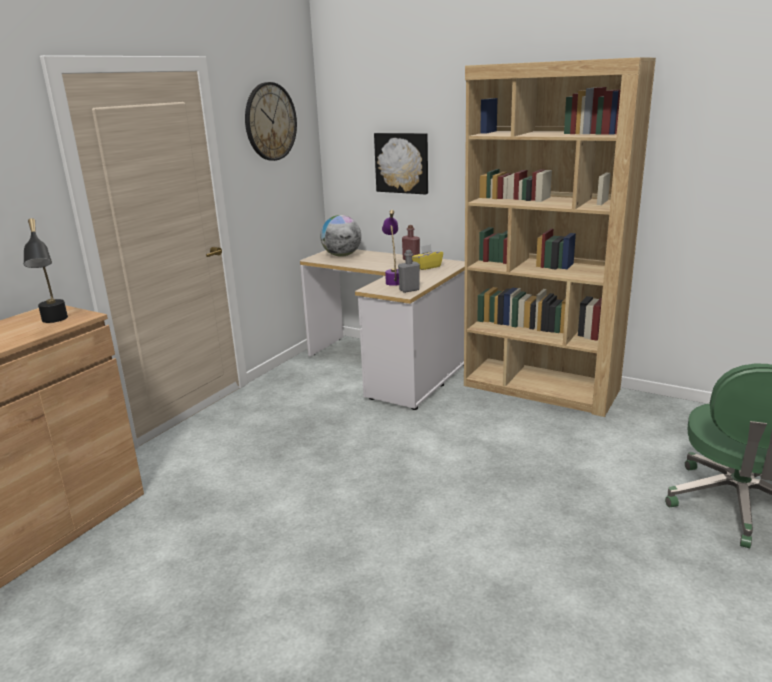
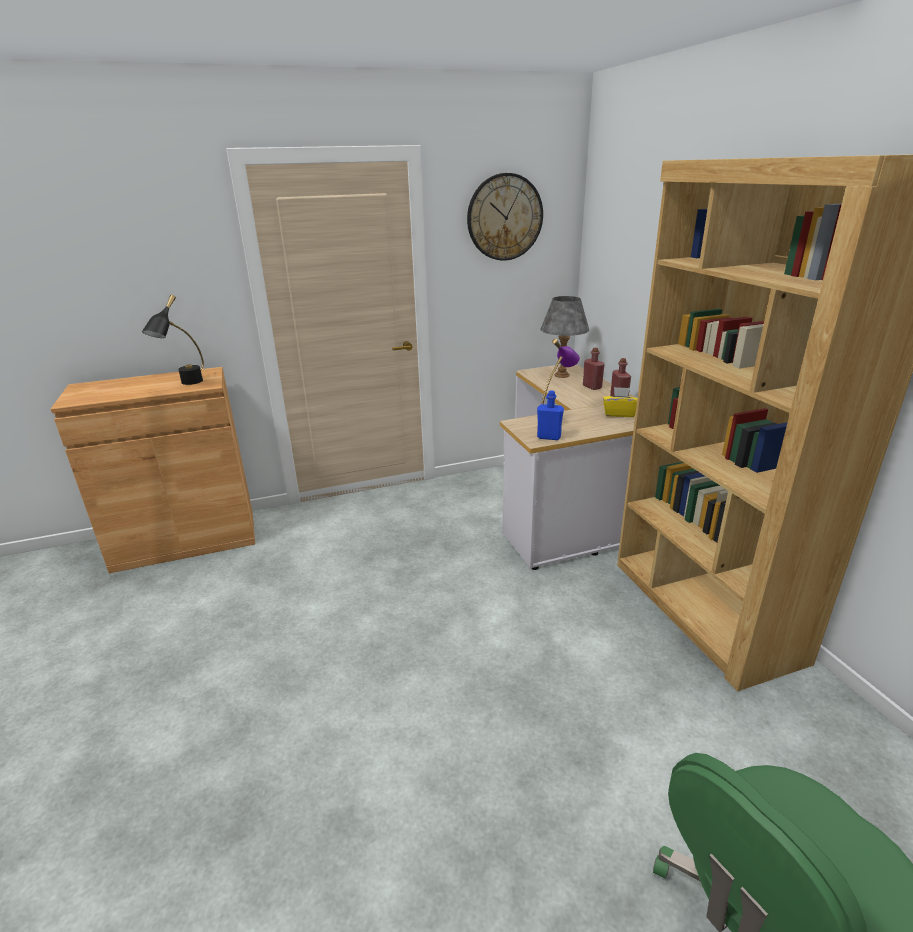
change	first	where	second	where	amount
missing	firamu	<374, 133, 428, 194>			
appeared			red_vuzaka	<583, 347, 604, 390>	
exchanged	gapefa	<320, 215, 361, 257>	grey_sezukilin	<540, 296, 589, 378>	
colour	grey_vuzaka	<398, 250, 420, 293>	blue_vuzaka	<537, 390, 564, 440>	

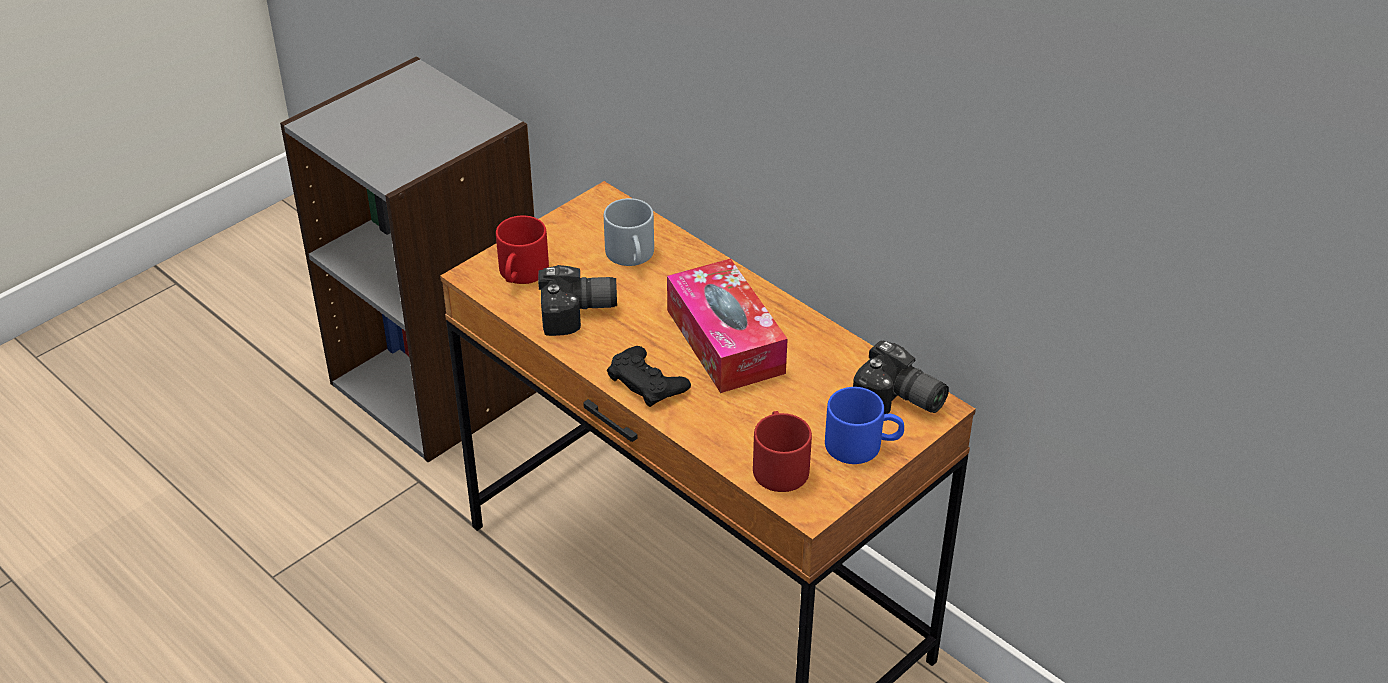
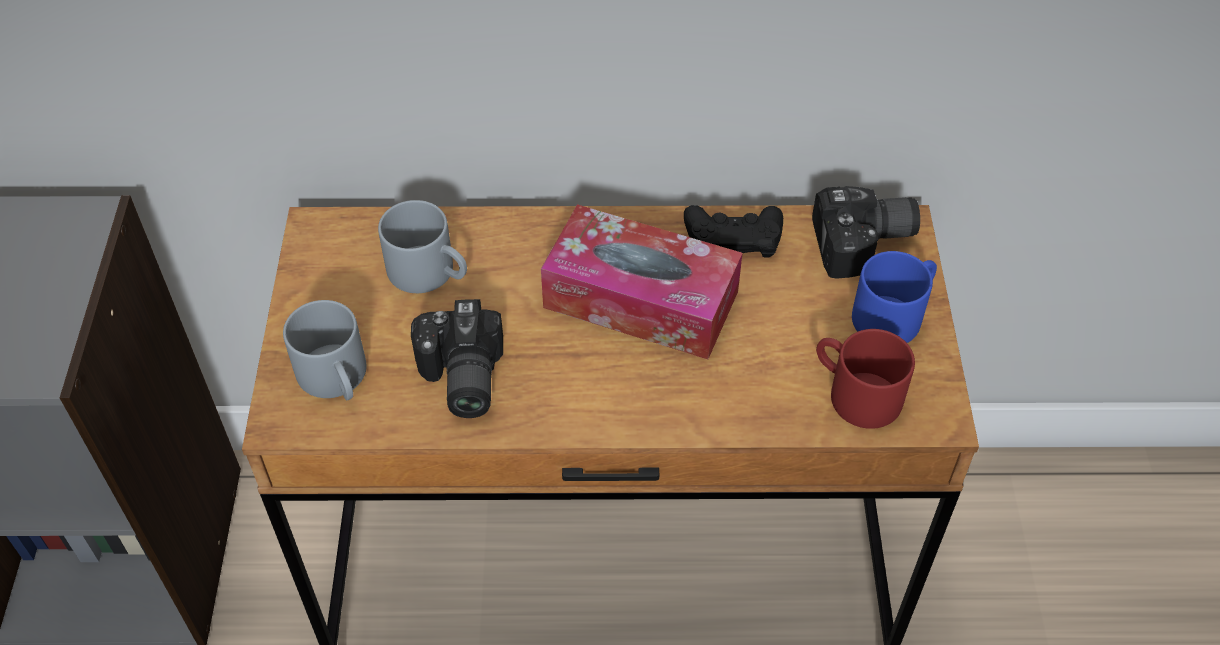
change	first	where	second	where	amount
relocated	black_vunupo	<607, 346, 691, 407>		<684, 205, 783, 258>	
colour	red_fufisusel	<496, 216, 549, 284>	grey_fufisusel	<283, 300, 367, 400>	
spun	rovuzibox	<538, 265, 617, 336>		<411, 299, 503, 418>	135 degrees clockwise

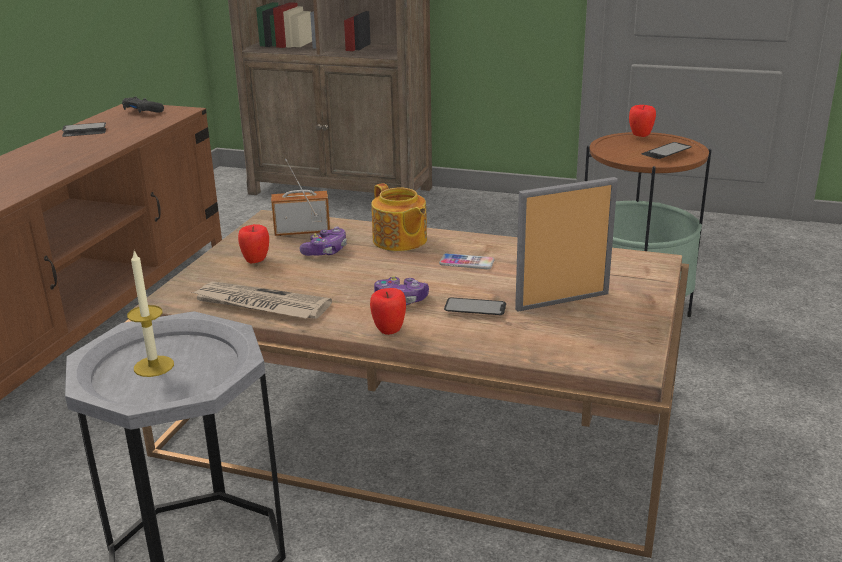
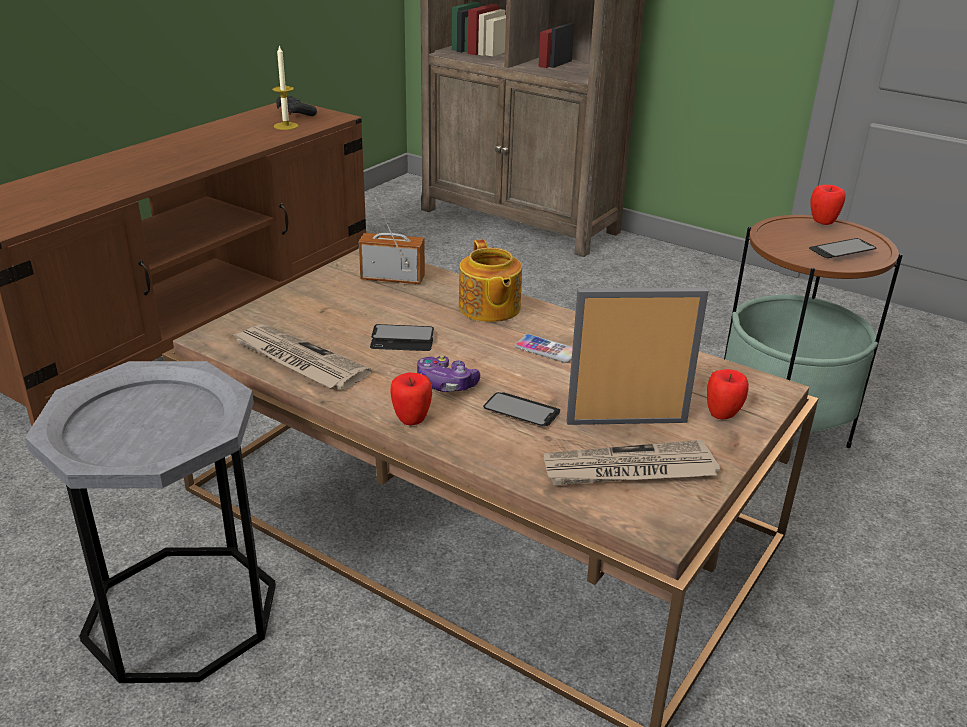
change	first	where	second	where	amount
missing	vunupo	<300, 226, 347, 256>			
appeared			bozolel	<543, 440, 720, 485>	
relocated	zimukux	<62, 122, 106, 137>		<370, 324, 434, 351>	
relocated	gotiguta	<127, 251, 174, 377>		<272, 45, 299, 130>	
relocated	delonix	<238, 224, 269, 263>		<707, 369, 749, 420>	

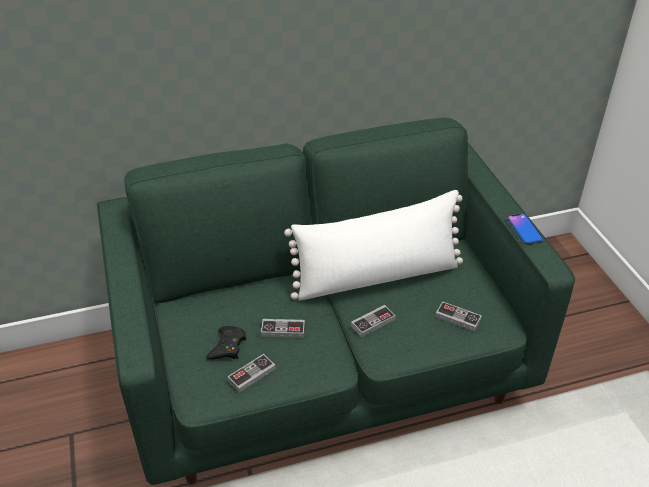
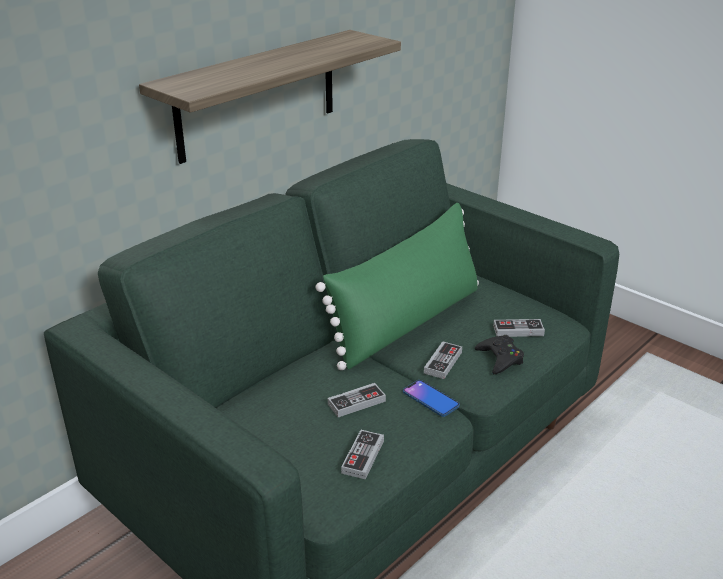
change	first	where	second	where	amount
appeared			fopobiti	<139, 30, 401, 164>	
relocated	black_vunupo	<206, 326, 246, 360>		<475, 335, 524, 374>	
relocated	zimukux	<507, 213, 544, 245>		<403, 380, 460, 417>	
colour	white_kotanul	<284, 190, 463, 301>	green_kotanul	<316, 203, 479, 370>	

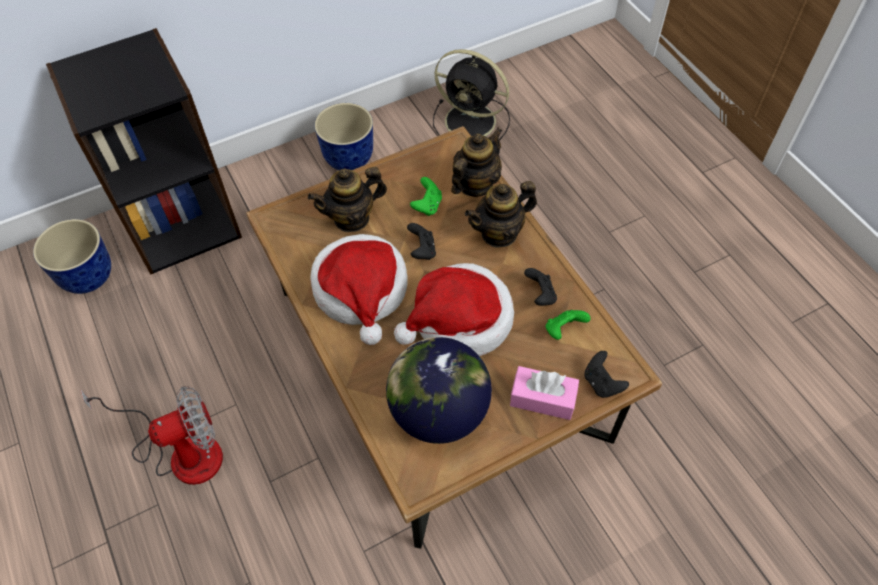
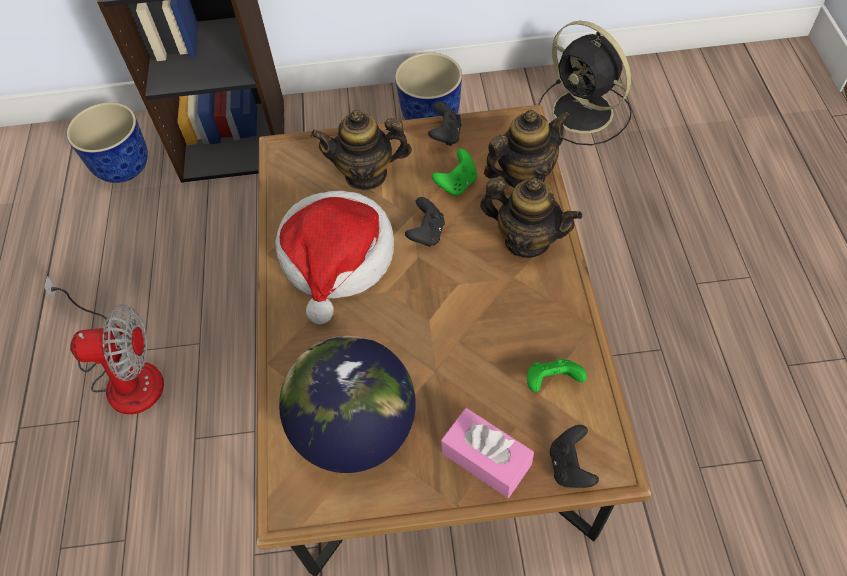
change	first	where	second	where	amount
missing	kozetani	<394, 263, 514, 356>			
relocated	black_vunupo	<524, 268, 557, 306>		<428, 102, 461, 146>	
spun	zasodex	<465, 181, 537, 248>		<480, 178, 582, 258>	150 degrees counterclockwise

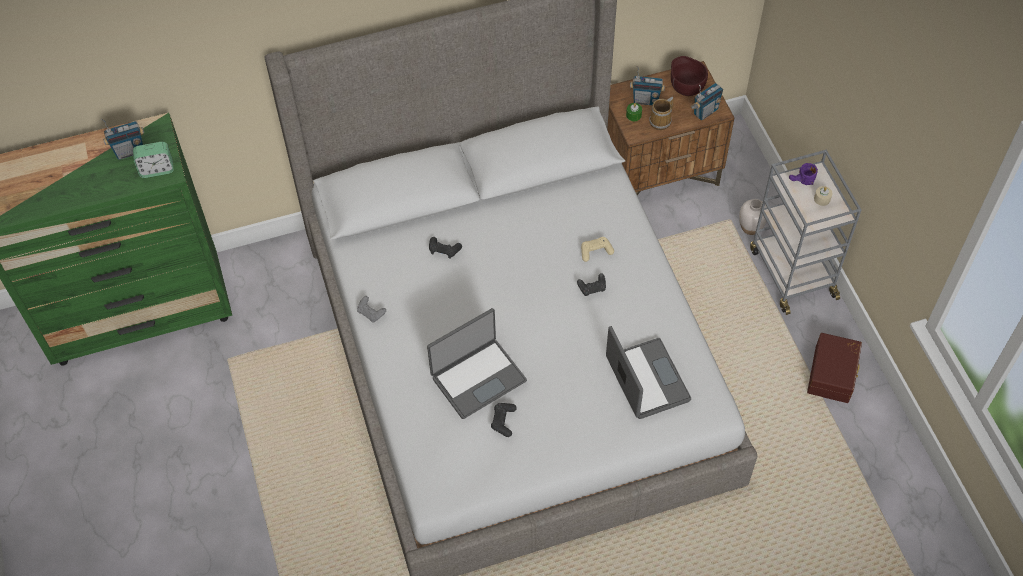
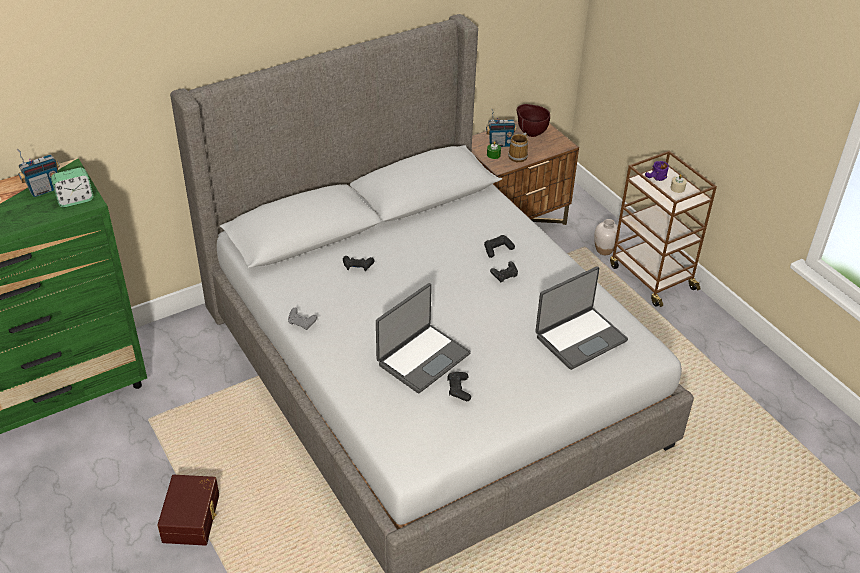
change	first	where	second	where	amount
missing	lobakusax	<690, 83, 723, 120>			
relocated	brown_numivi	<807, 333, 862, 403>		<157, 475, 219, 546>	
colour	beige_vunupo	<581, 237, 614, 262>	black_vunupo	<484, 235, 515, 258>	
colour	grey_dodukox	<750, 150, 861, 315>	brown_dodukox	<610, 151, 717, 307>	
spun	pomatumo	<606, 326, 691, 419>		<535, 266, 628, 370>	90 degrees clockwise

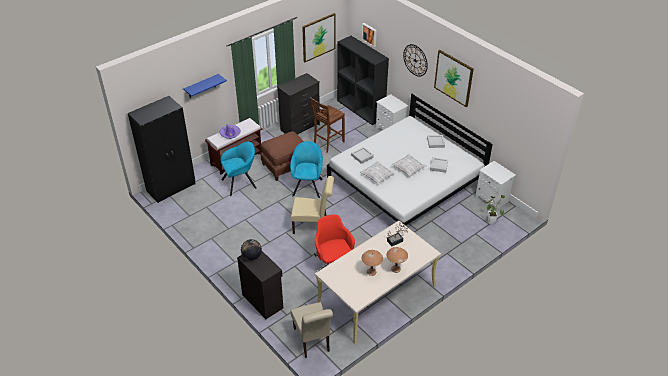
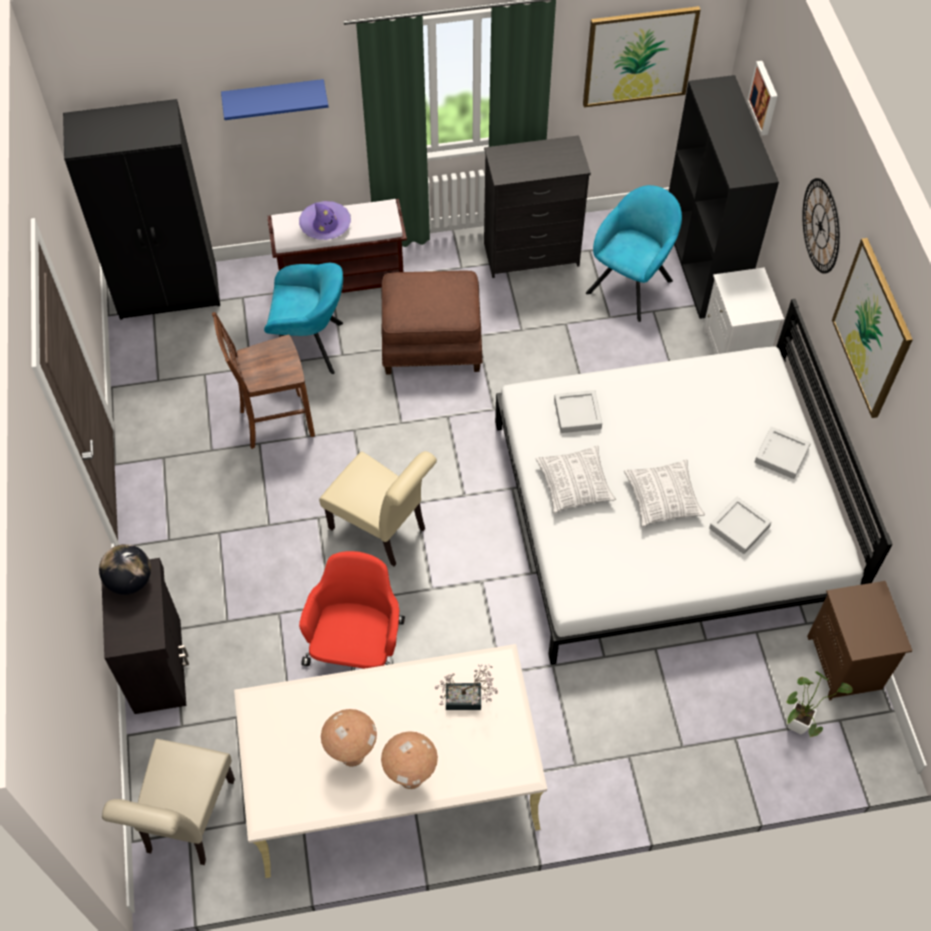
change	first	where	second	where	amount
relocated	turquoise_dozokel	<290, 141, 323, 198>		<586, 185, 682, 322>	
relocated	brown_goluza	<310, 97, 345, 153>		<212, 312, 315, 449>	
colour	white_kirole	<475, 161, 516, 211>	brown_kirole	<807, 581, 913, 701>	

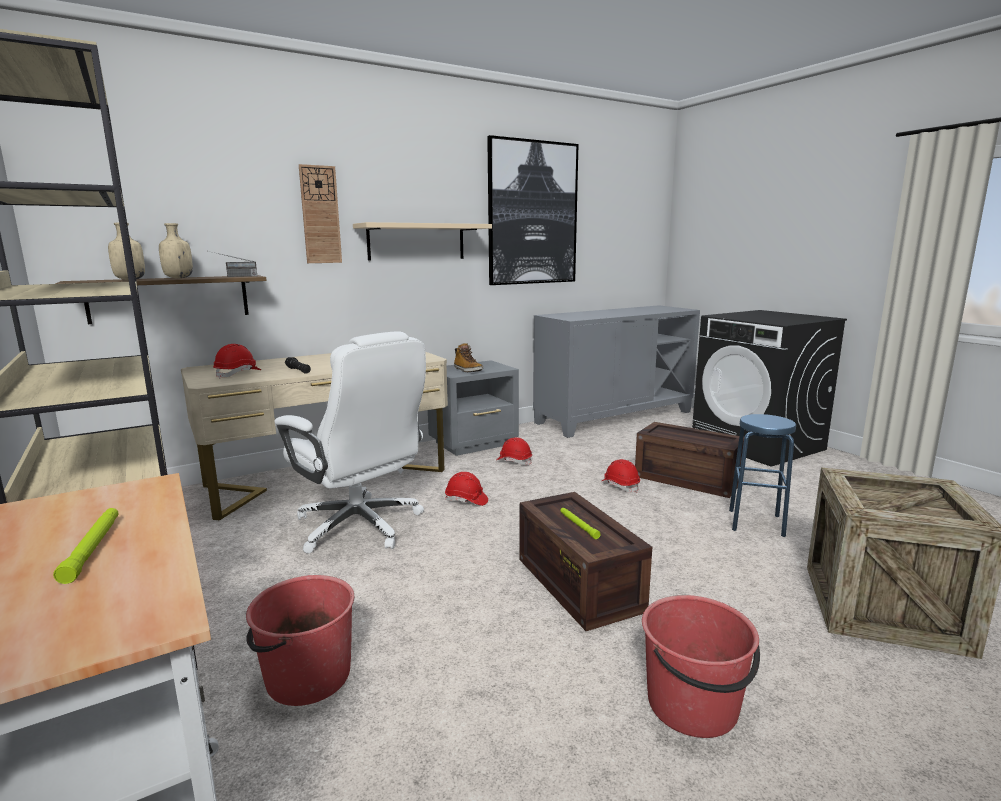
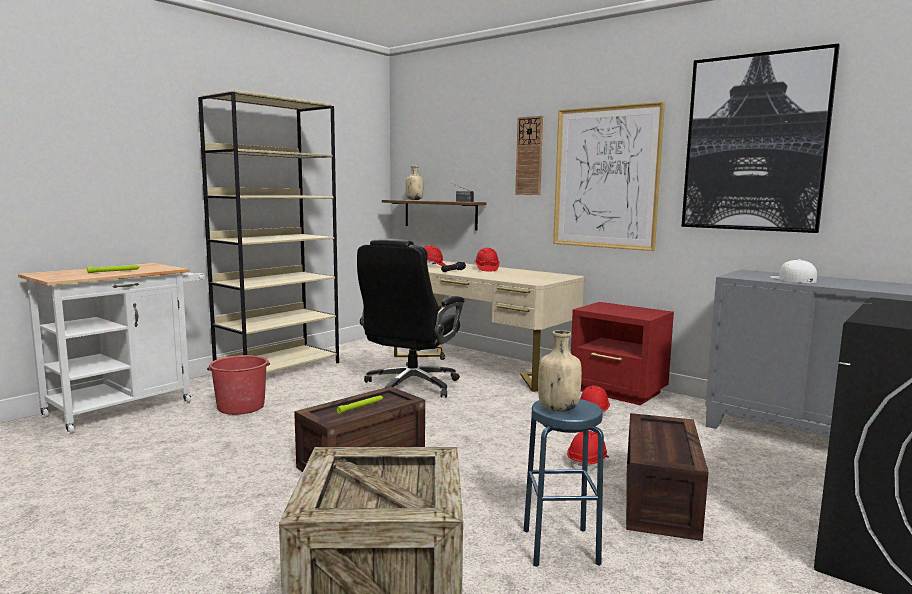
change	first	where	second	where	amount
missing	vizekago	<454, 343, 483, 372>			
missing	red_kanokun	<642, 595, 760, 738>			
appeared			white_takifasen	<770, 259, 817, 283>	
relocated	beige_vuzaka	<159, 223, 193, 278>		<538, 330, 582, 412>	
relocated	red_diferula	<445, 472, 488, 506>		<475, 248, 499, 271>	
exchanged	beige_fopobiti	<353, 222, 492, 261>	firamu	<553, 102, 665, 251>	
colour	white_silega	<274, 331, 426, 554>	black_silega	<357, 238, 465, 398>	
colour	grey_kirole	<428, 360, 519, 456>	red_kirole	<571, 302, 674, 405>	

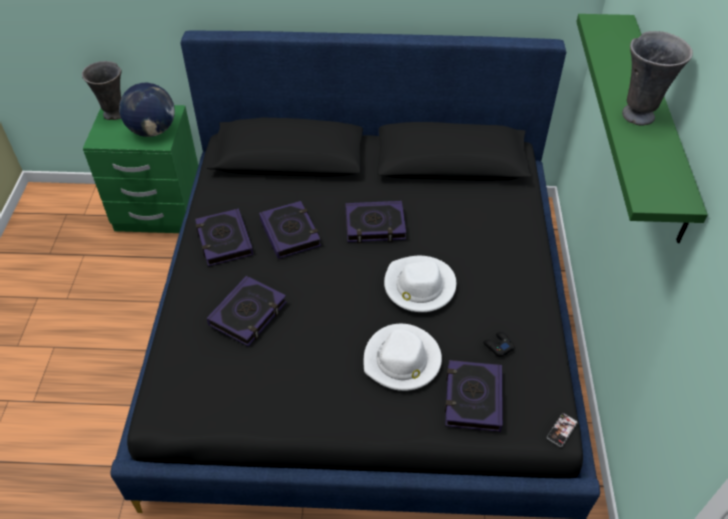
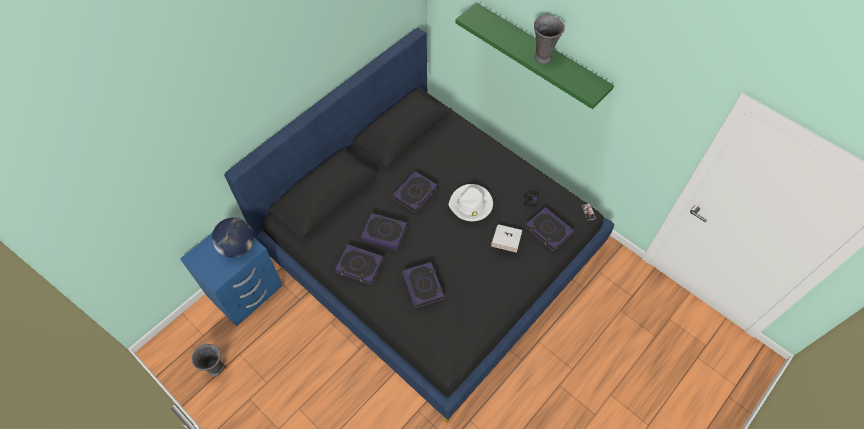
change	first	where	second	where	amount
relocated	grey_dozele	<82, 61, 121, 120>		<192, 344, 225, 376>	
exchanged	white_kozetani	<364, 324, 442, 391>	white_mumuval	<491, 224, 522, 253>	
colour	green_kirole	<83, 105, 198, 233>	blue_kirole	<180, 233, 282, 326>	

